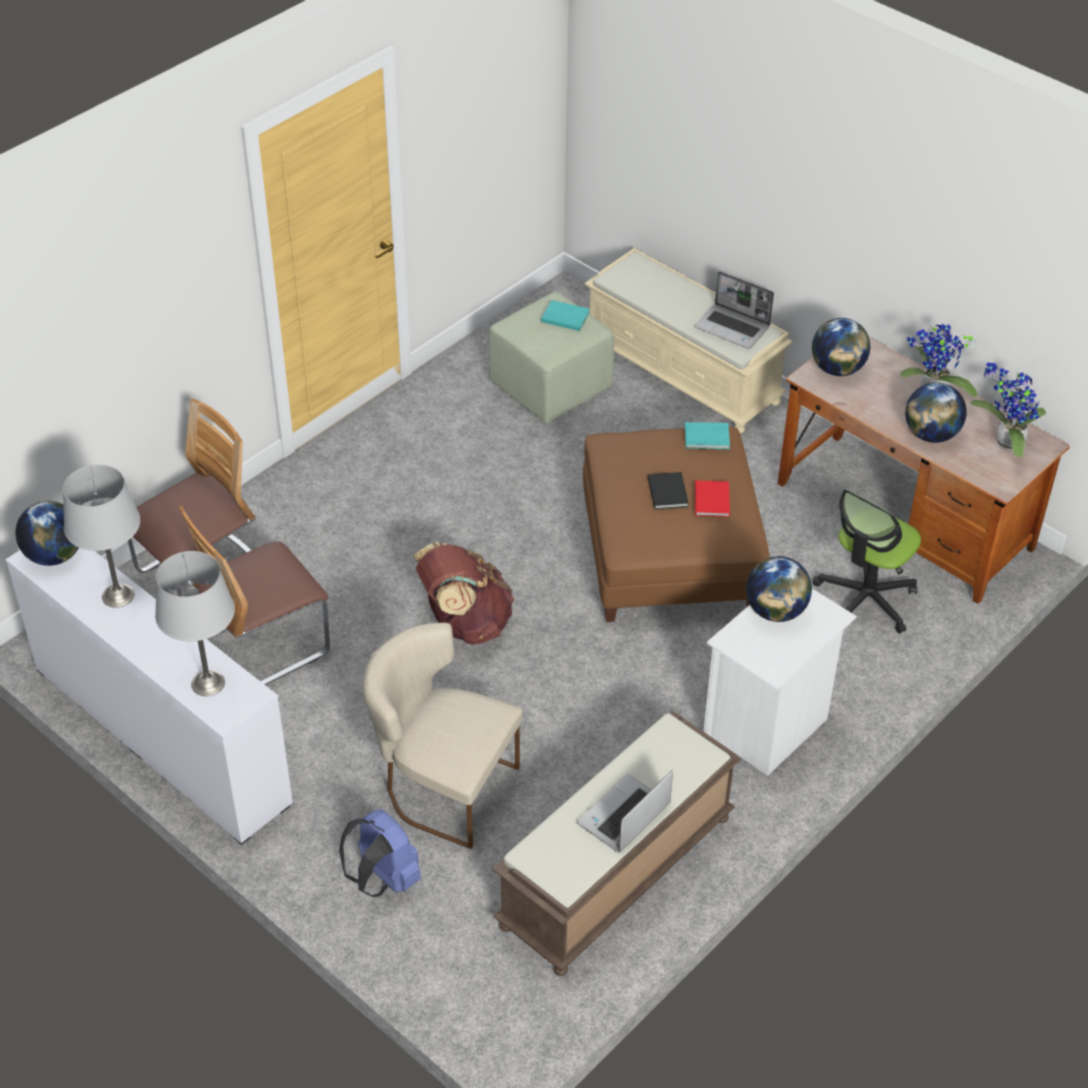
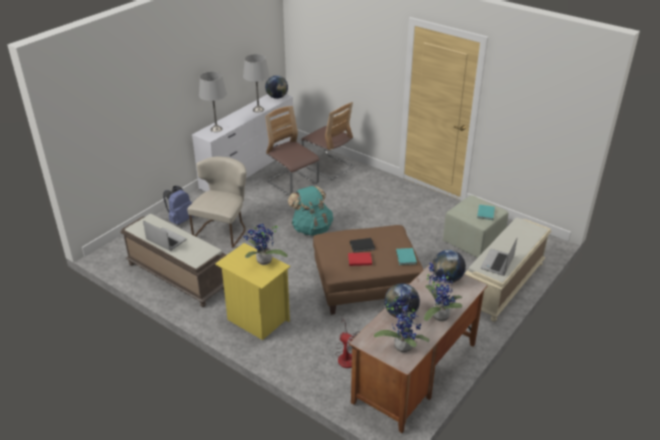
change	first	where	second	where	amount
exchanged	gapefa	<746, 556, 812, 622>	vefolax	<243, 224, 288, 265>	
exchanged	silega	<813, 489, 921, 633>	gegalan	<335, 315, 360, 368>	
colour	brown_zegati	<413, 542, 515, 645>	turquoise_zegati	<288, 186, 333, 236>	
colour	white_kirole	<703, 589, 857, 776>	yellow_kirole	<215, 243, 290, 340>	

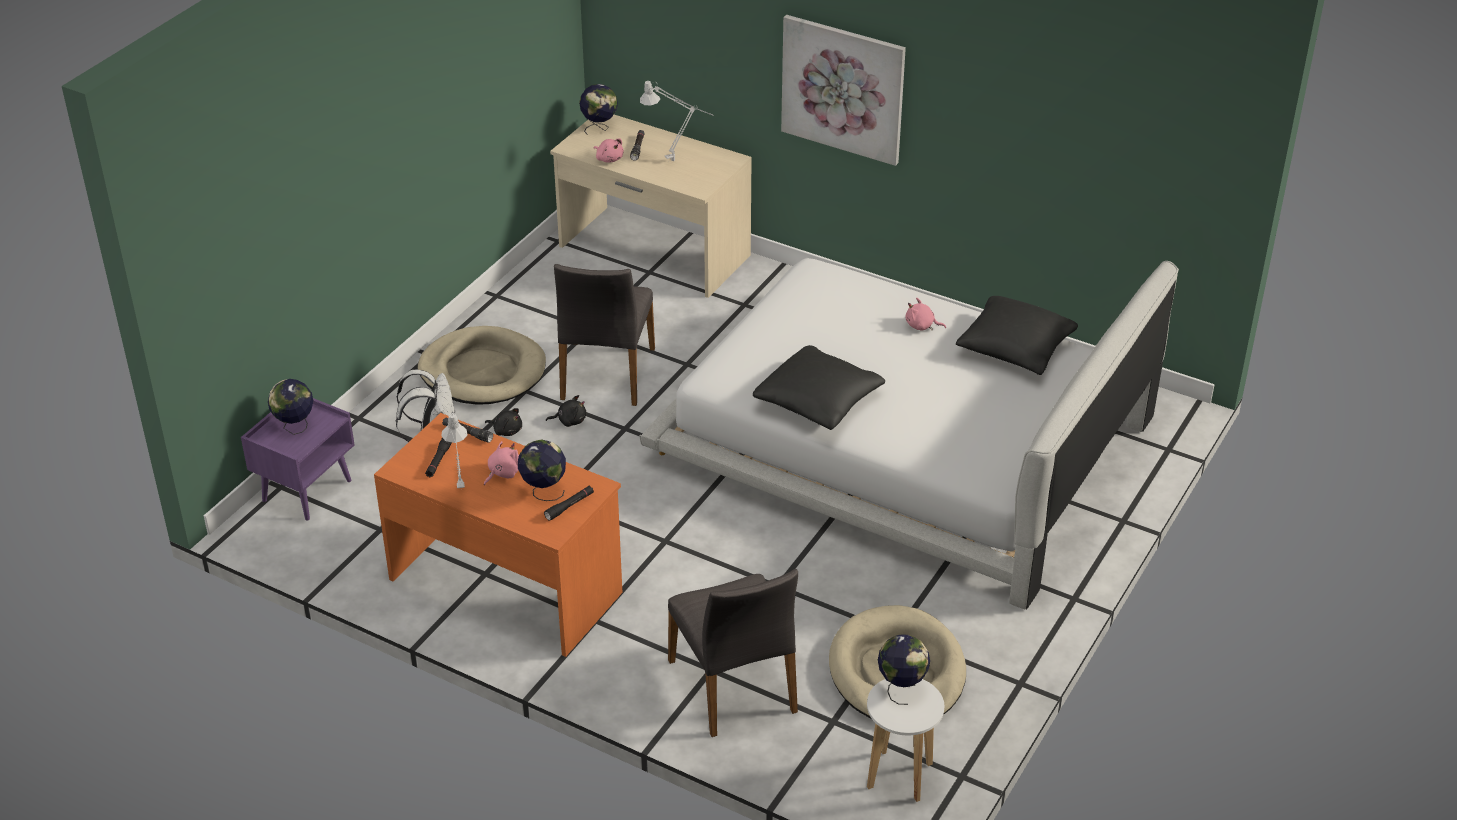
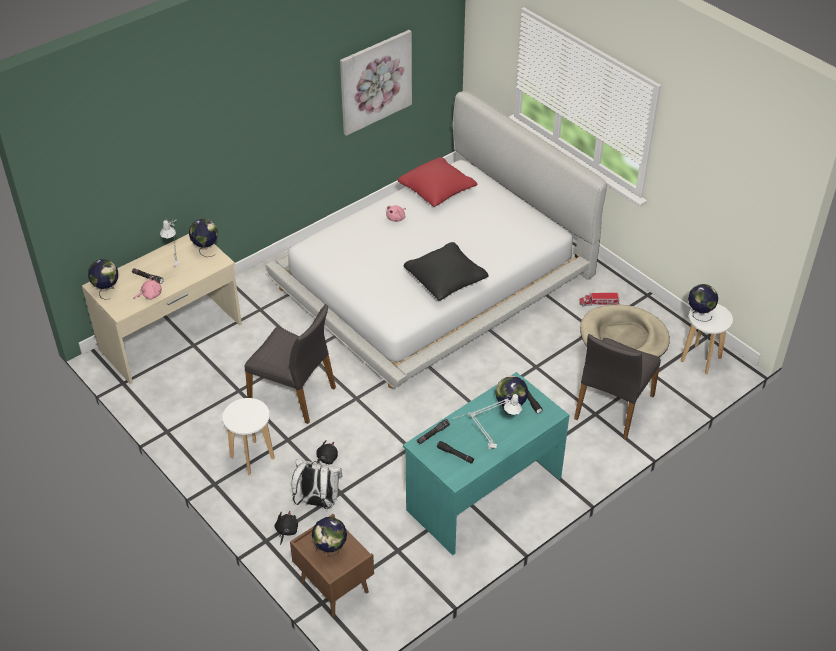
change	first	where	second	where	amount
missing	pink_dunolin	<484, 441, 519, 485>			
appeared			gapefa	<189, 219, 218, 257>	
appeared			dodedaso	<579, 293, 619, 306>	
relocated	black_dunolin	<546, 395, 586, 427>		<275, 511, 298, 545>	
relocated	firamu	<781, 15, 906, 166>		<340, 30, 412, 136>	
exchanged	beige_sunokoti	<418, 326, 546, 405>	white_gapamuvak	<222, 398, 275, 475>	
colour	purple_kirole	<241, 398, 355, 520>	brown_kirole	<290, 514, 374, 617>	
colour	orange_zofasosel	<374, 413, 622, 657>	turquoise_zofasosel	<403, 372, 569, 555>	
colour	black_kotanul	<956, 296, 1078, 375>	red_kotanul	<398, 157, 478, 207>	
spun	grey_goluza	<668, 569, 798, 737>		<574, 334, 661, 440>	120 degrees clockwise

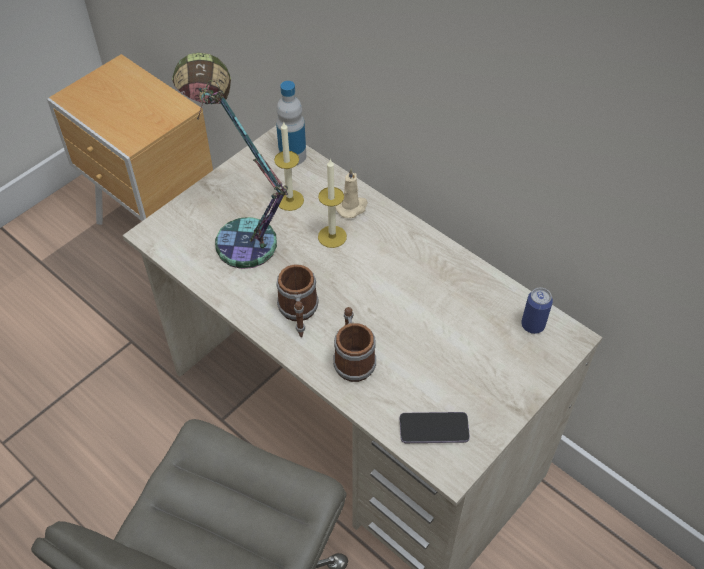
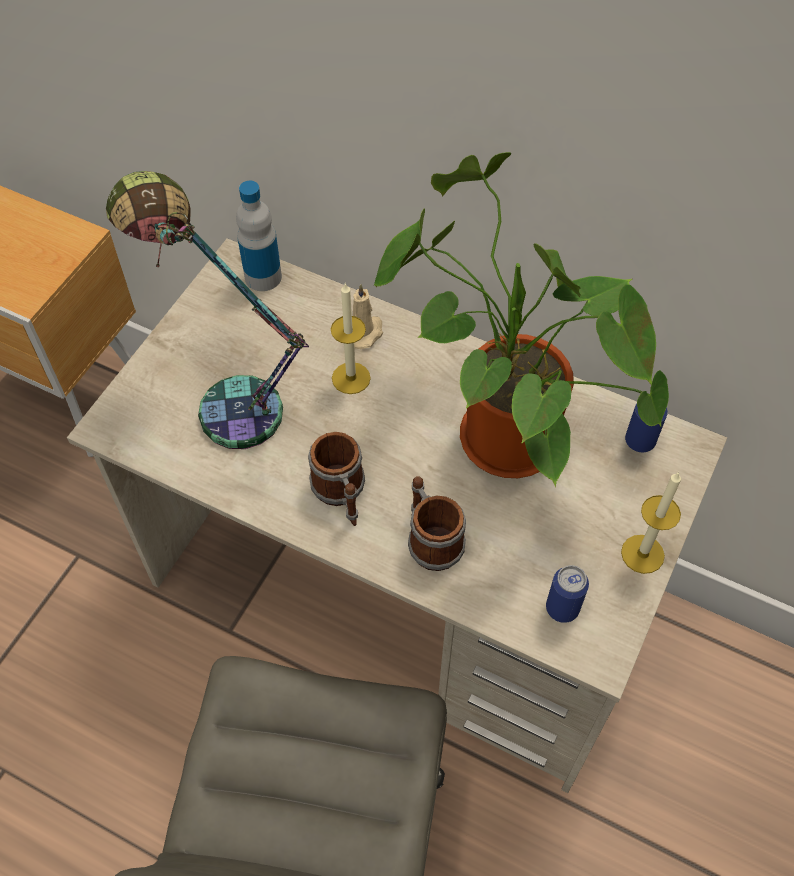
change	first	where	second	where	amount
appeared			vefolax	<374, 152, 669, 487>	
relocated	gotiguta	<274, 121, 304, 211>		<621, 472, 681, 574>	
exchanged	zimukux	<400, 412, 470, 443>	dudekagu	<546, 565, 589, 623>	

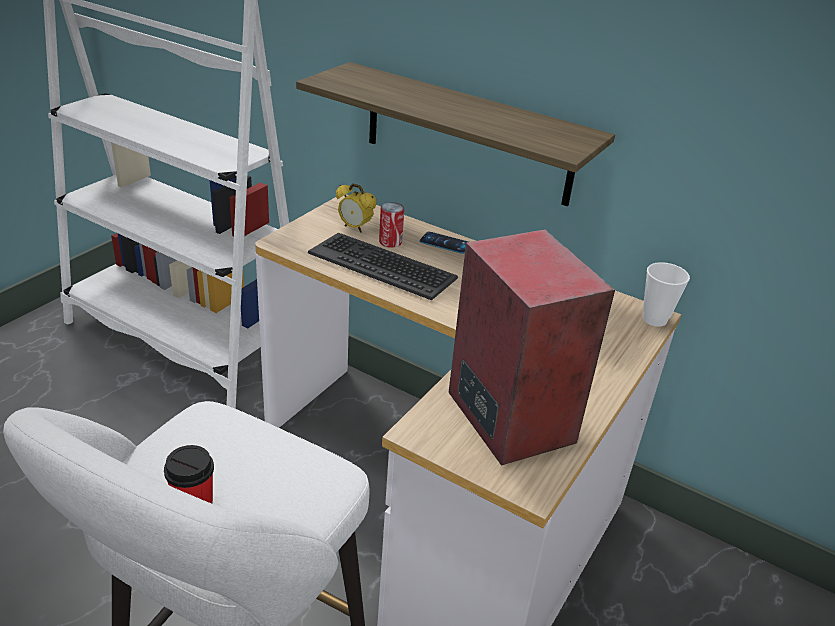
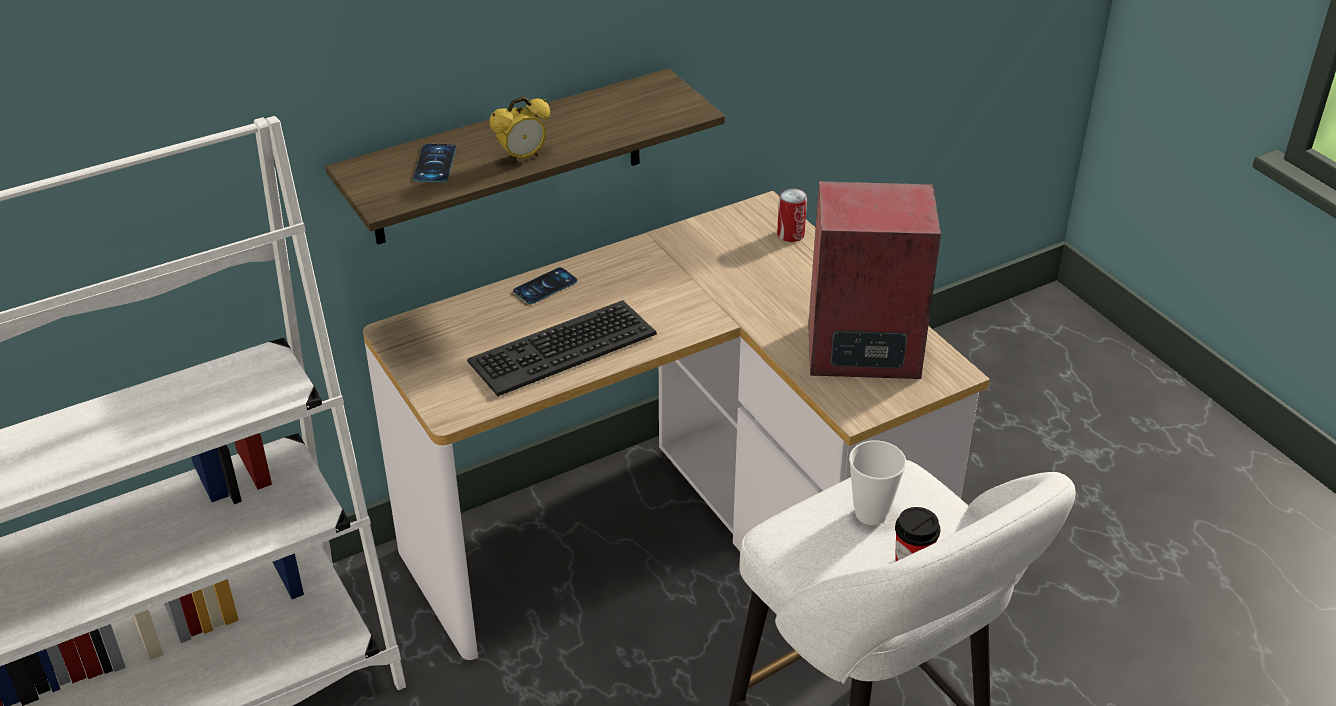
change	first	where	second	where	amount
appeared			zimukux	<413, 144, 456, 182>	
relocated	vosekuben	<336, 183, 377, 232>		<490, 97, 550, 164>	
relocated	dudekagu	<379, 202, 404, 248>		<777, 188, 807, 242>	
relocated	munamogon	<643, 262, 690, 327>		<849, 440, 906, 525>	

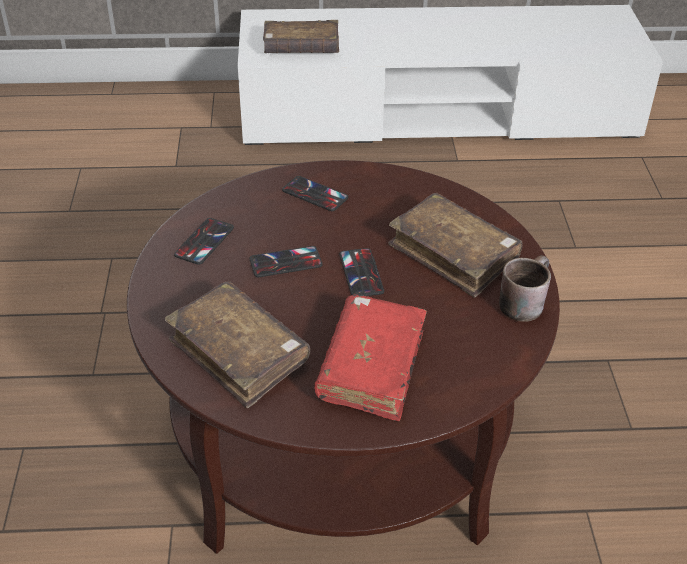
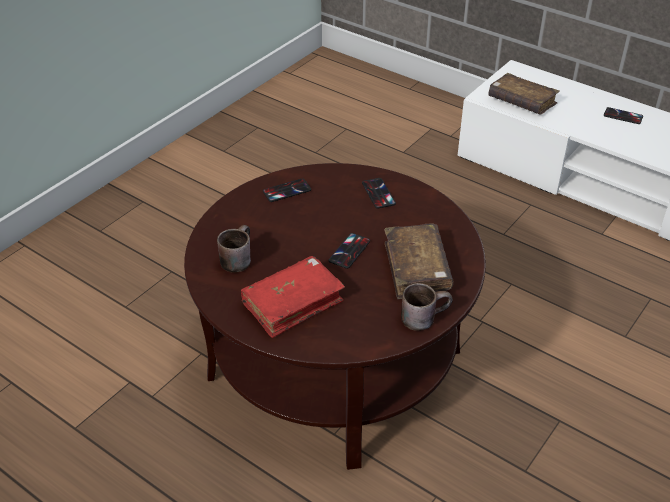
change	first	where	second	where	amount
relocated	zimukux	<249, 246, 323, 277>		<604, 107, 643, 124>	
exchanged	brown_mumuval	<165, 281, 310, 408>	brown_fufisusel	<217, 225, 251, 273>	

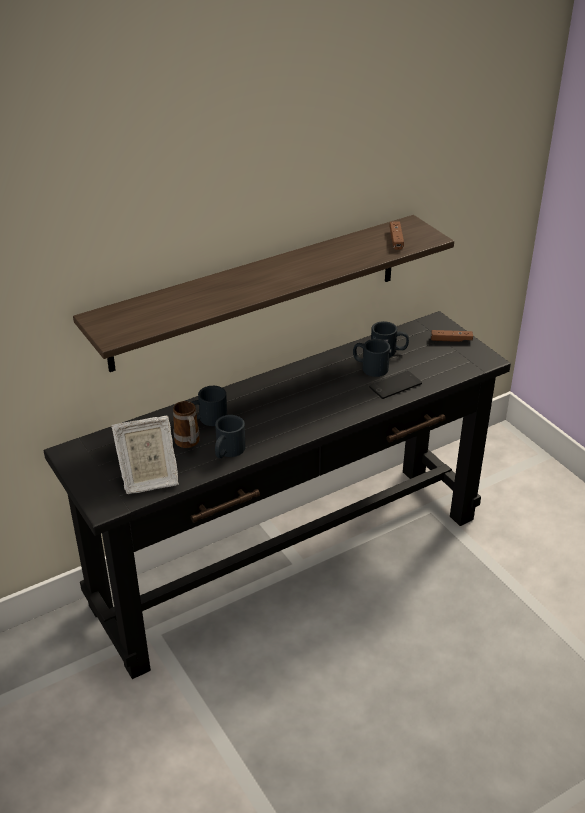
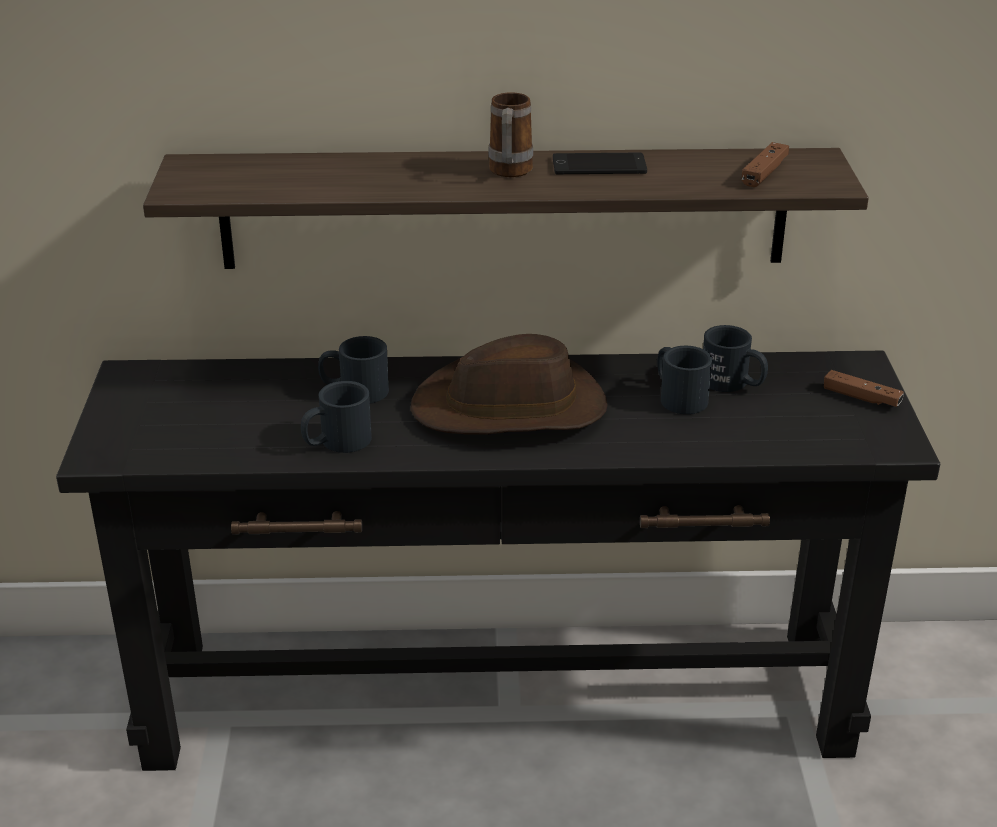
change	first	where	second	where	amount
missing	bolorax	<111, 415, 179, 494>			
appeared			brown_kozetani	<410, 334, 608, 435>	
relocated	fufisusel	<173, 401, 200, 448>		<488, 93, 533, 177>	
relocated	zimukux	<369, 371, 422, 399>		<553, 153, 647, 175>	

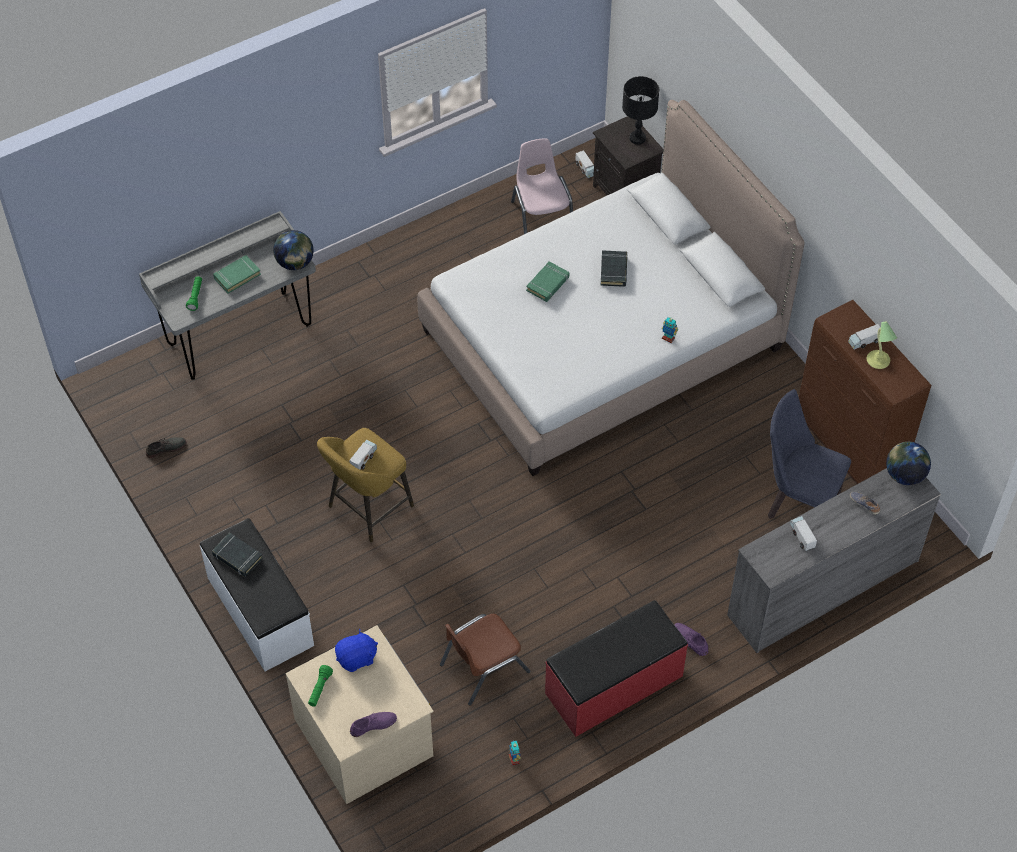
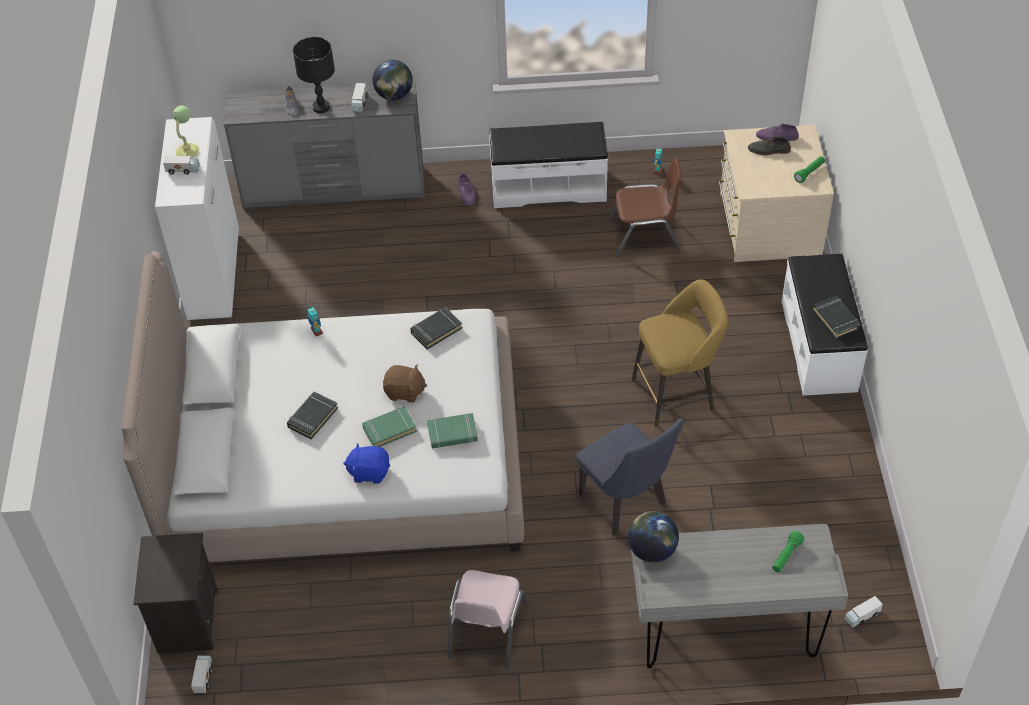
change	first	where	second	where	amount
appeared			brown_dunolin	<383, 364, 427, 403>	
appeared			black_mumuval	<410, 307, 462, 349>	
relocated	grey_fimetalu	<146, 437, 187, 458>		<748, 137, 791, 155>	
relocated	green_mumuval	<213, 255, 261, 294>		<427, 413, 478, 449>	
relocated	blue_dunolin	<335, 629, 378, 672>		<343, 443, 390, 484>	
relocated	dodedaso	<349, 440, 377, 470>		<845, 596, 883, 628>	
relocated	pink_goluza	<511, 139, 573, 234>		<448, 570, 528, 669>	
relocated	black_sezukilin	<622, 76, 659, 144>		<293, 37, 335, 113>	
relocated	blue_goluza	<768, 389, 851, 519>		<576, 419, 683, 535>	
relocated	gapefa	<886, 442, 931, 485>		<372, 60, 413, 100>	
colour	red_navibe	<545, 600, 688, 737>	white_navibe	<489, 122, 608, 208>	
colour	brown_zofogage	<799, 300, 931, 484>	white_zofogage	<155, 117, 239, 320>	

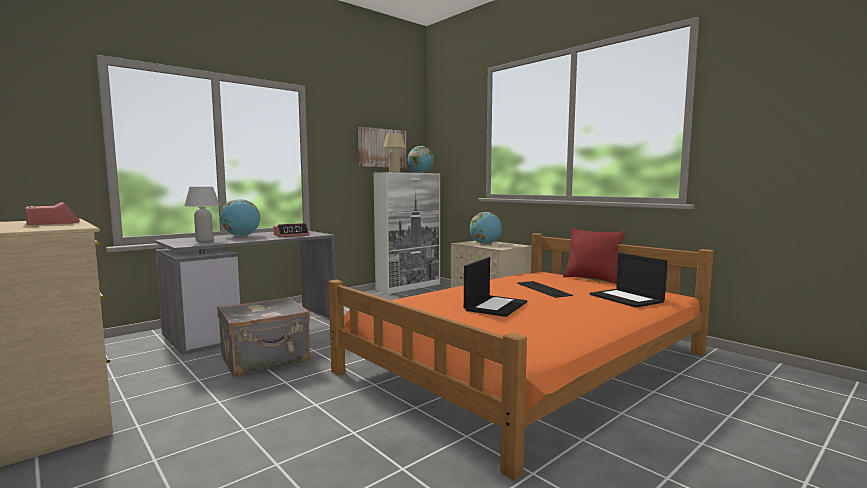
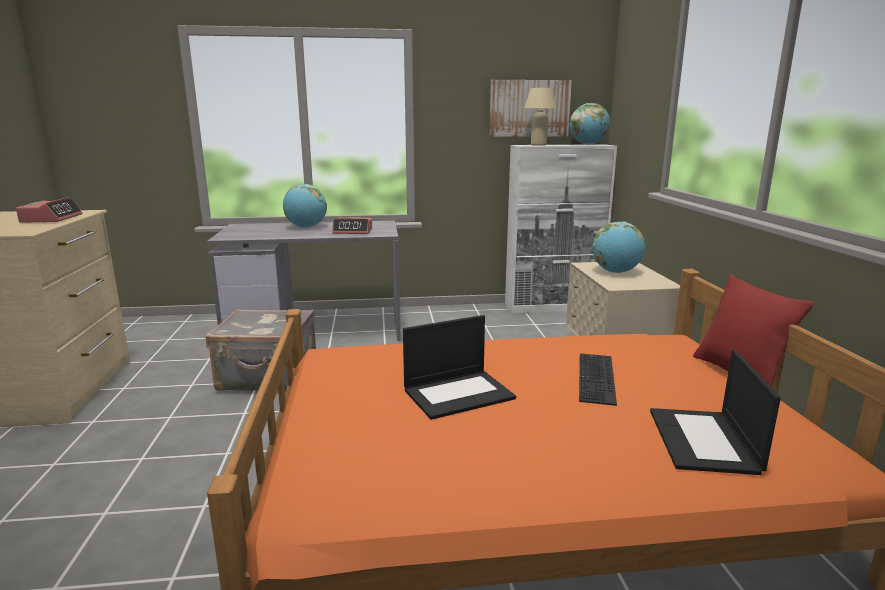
change	first	where	second	where	amount
missing	white_sezukilin	<184, 187, 220, 242>			

